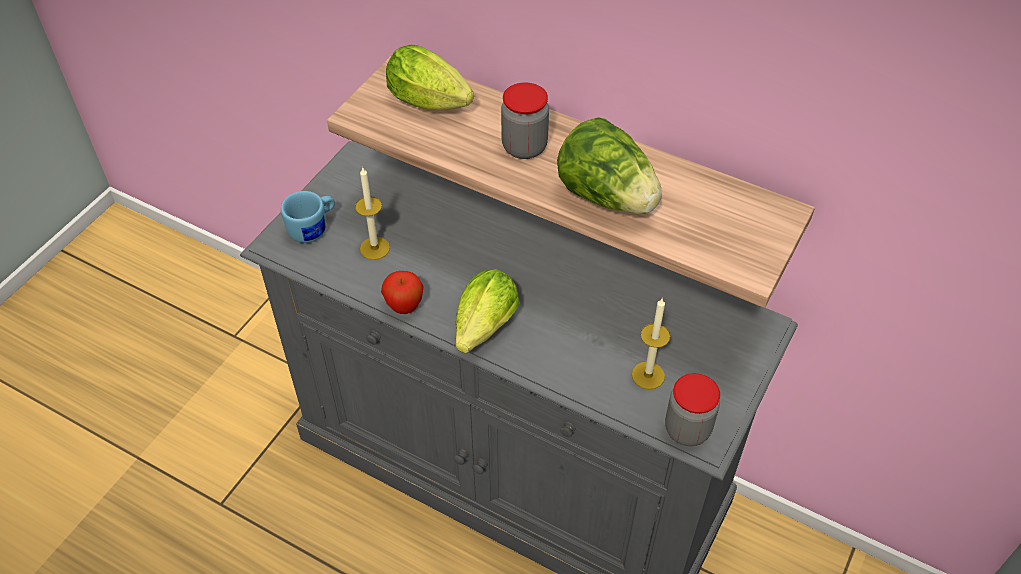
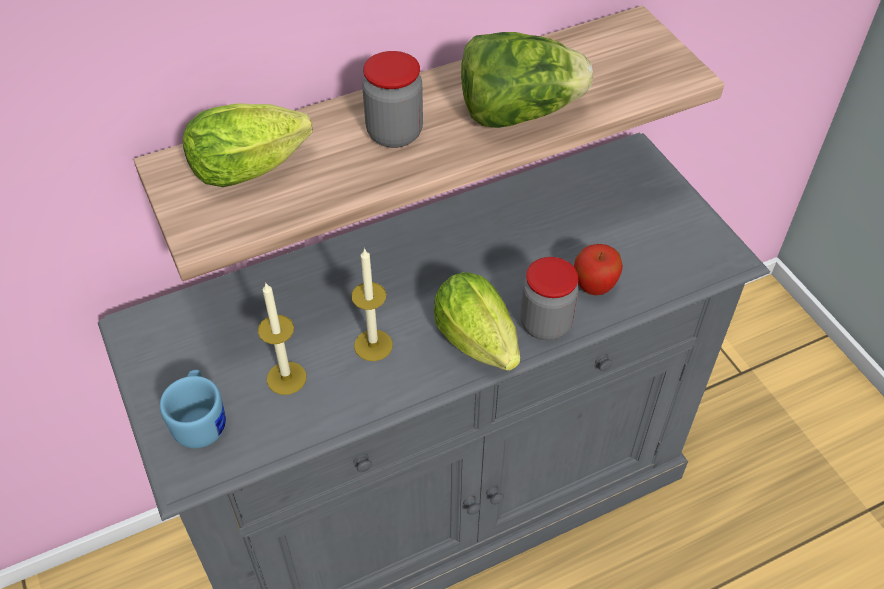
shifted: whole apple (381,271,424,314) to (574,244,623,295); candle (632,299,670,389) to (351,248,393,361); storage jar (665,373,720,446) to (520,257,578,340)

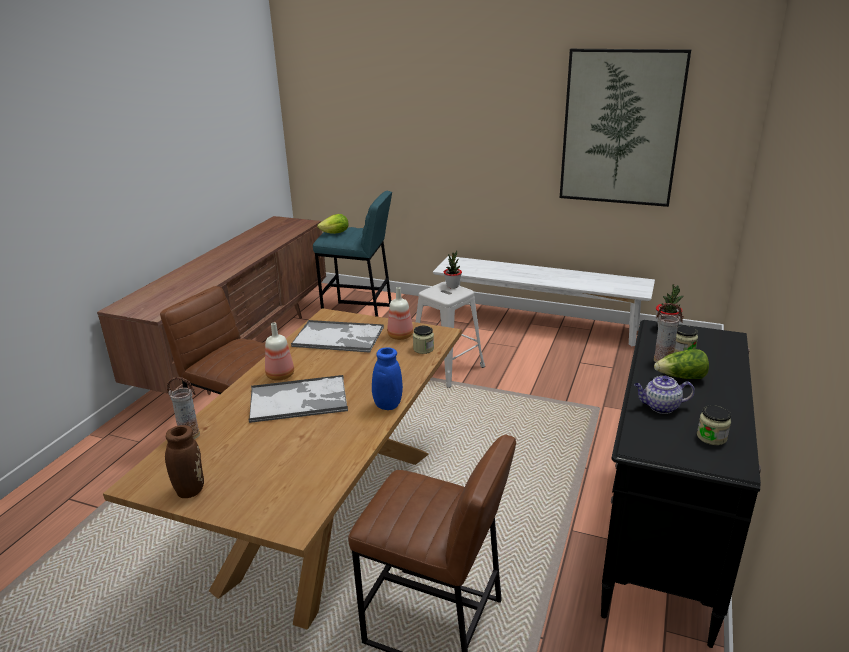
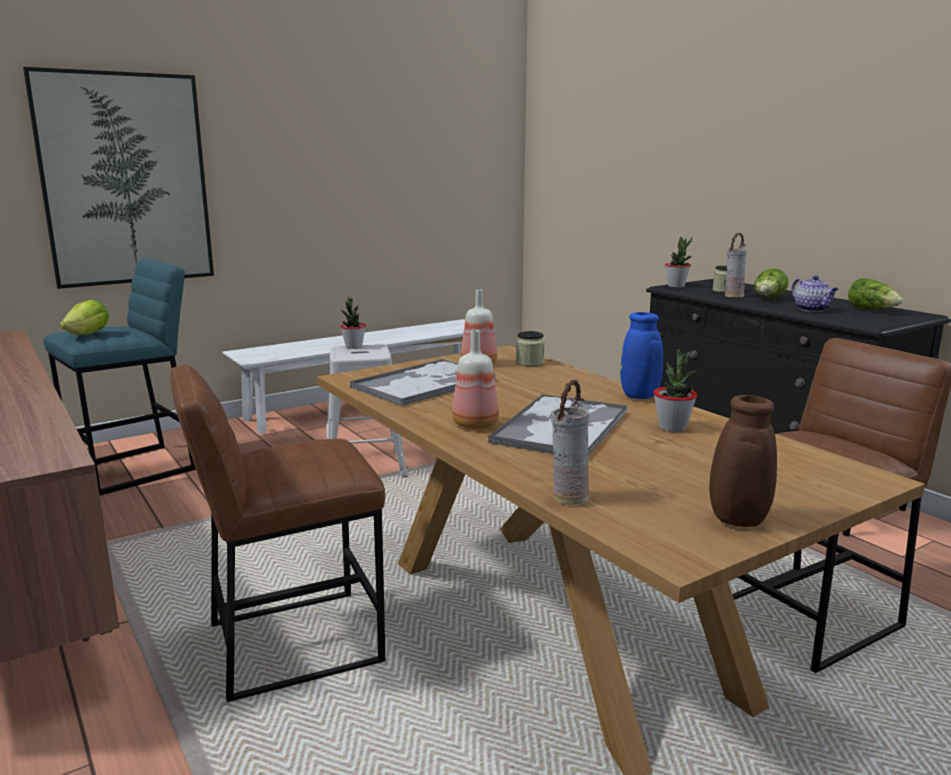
new: plant in a pot (653,349,697,432)
shifted: wall picture (560,49,691,207) to (23,67,214,289)
swapped: storage jar (697,405,731,445) to head of lettuce (848,278,903,309)
rotated: teapot (634,376,695,414) = (791,275,838,312) 60 degrees counterclockwise

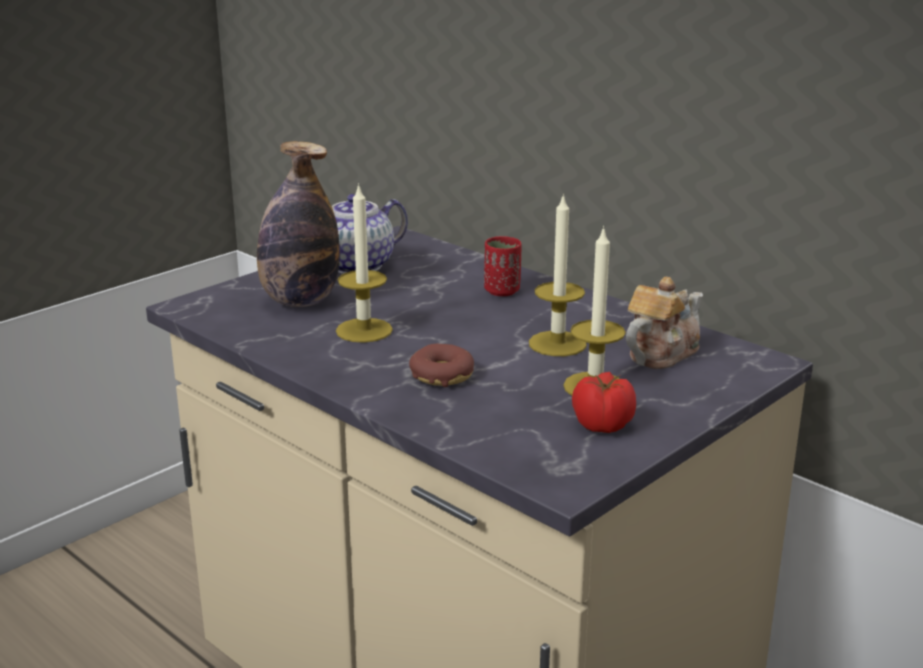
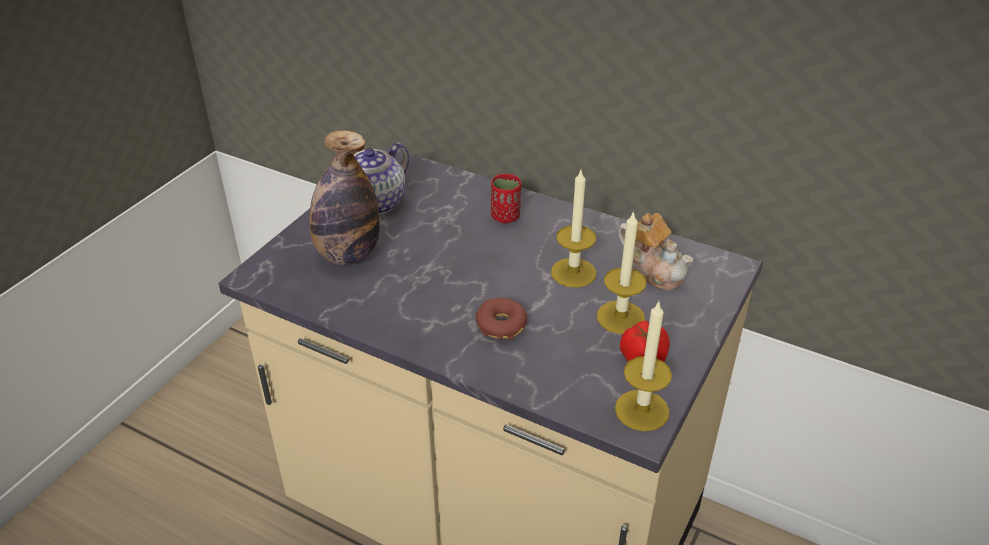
shifted: candle (336,183,393,343) to (615,300,672,431)
rotated: teapot (626,277,703,369) = (618,213,693,291) 105 degrees clockwise

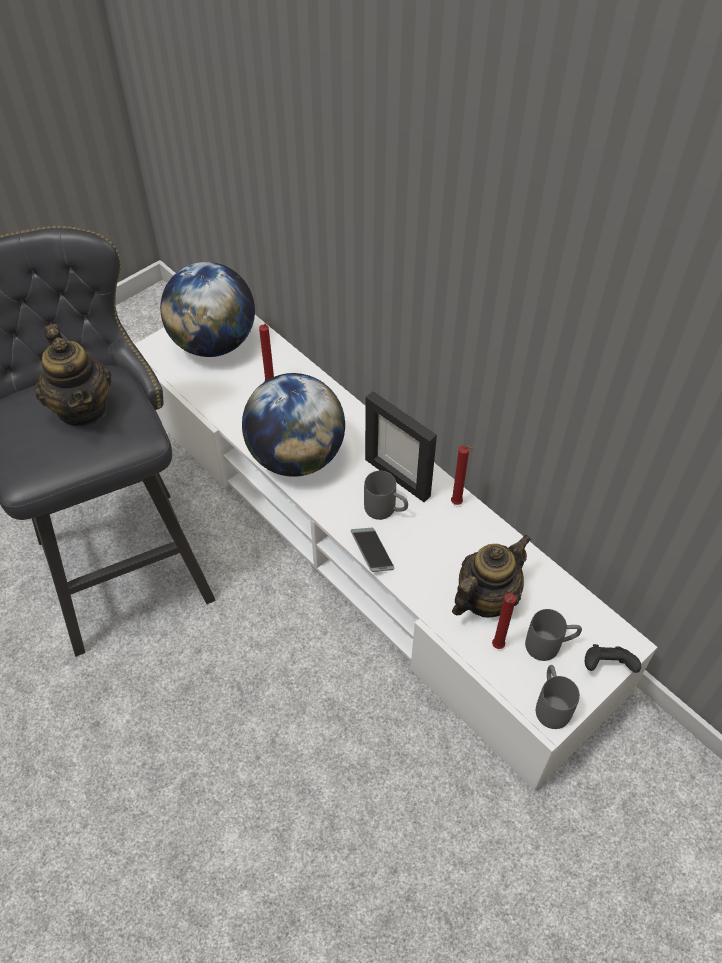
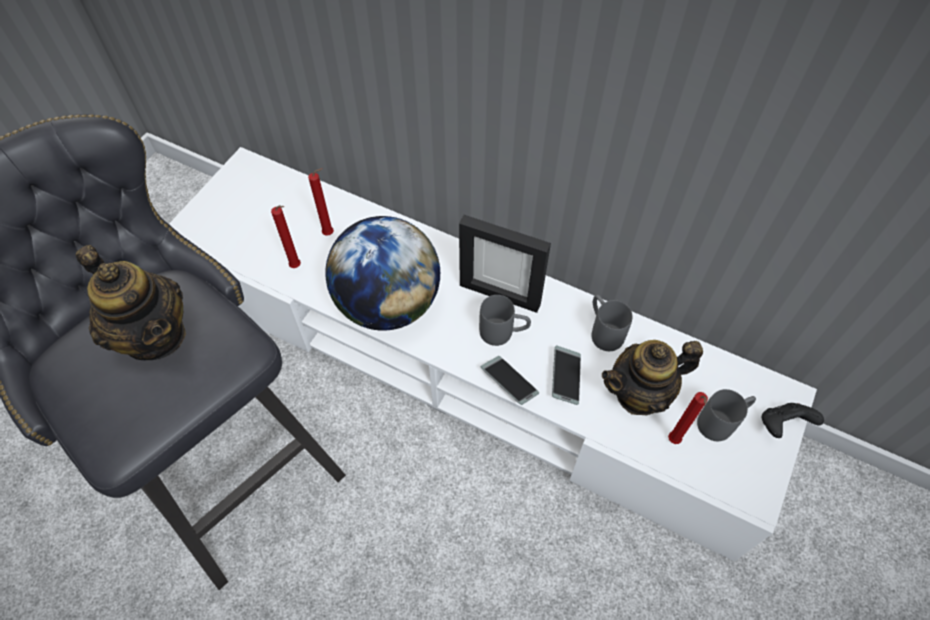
gone: globe (160,262,255,357)
new: telephone (552,345,581,405)
shifted: red-coloured candle (451,445,474,505) to (271,205,301,268); greyish tea mug (536,665,580,729) to (592,295,633,351)
rotated: teapot (452,535,532,617) = (602,340,703,416) 135 degrees counterclockwise

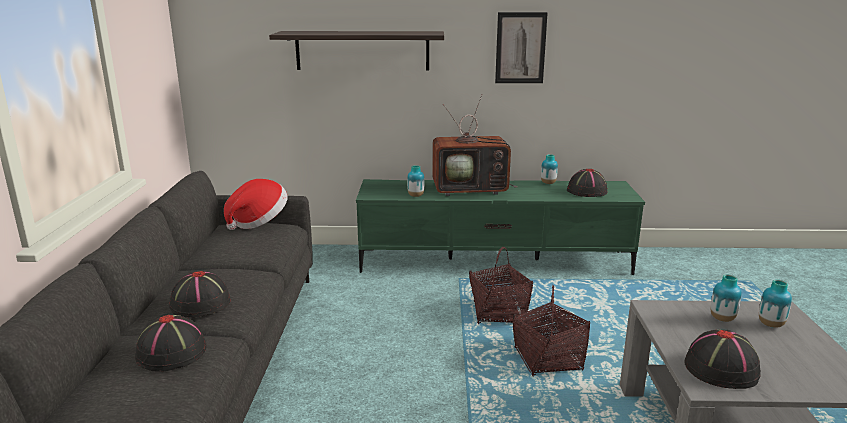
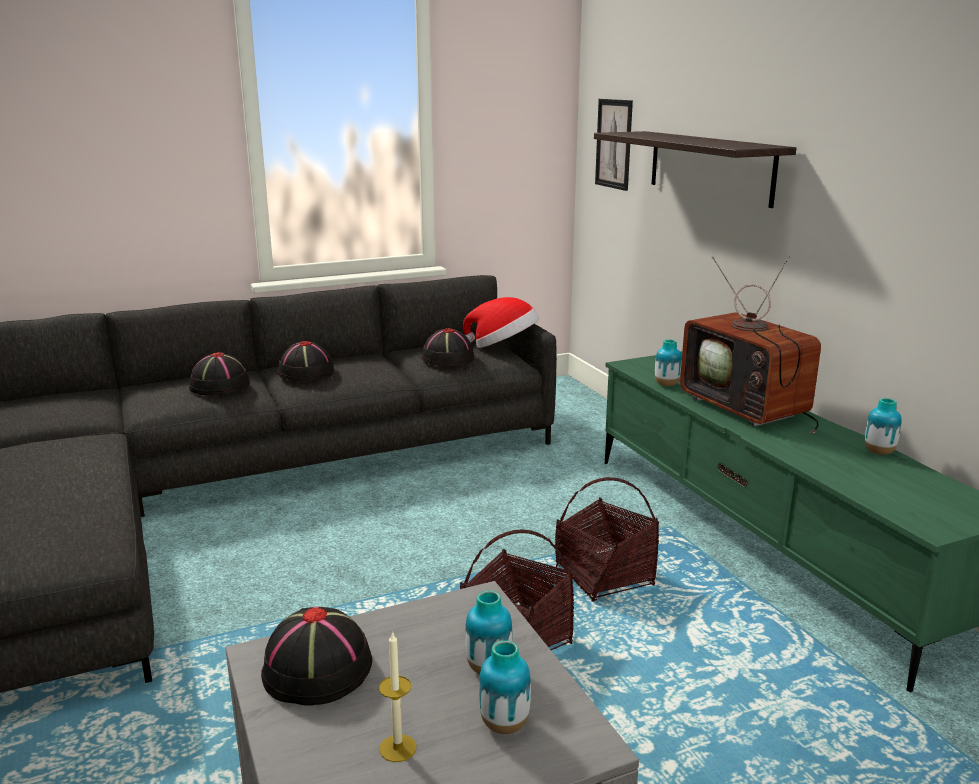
new: candle (379,631,416,762)
shifted: wall picture (495,12,548,83) to (595,99,633,191); black-coloured clothing hat (567,168,608,197) to (421,328,474,367)

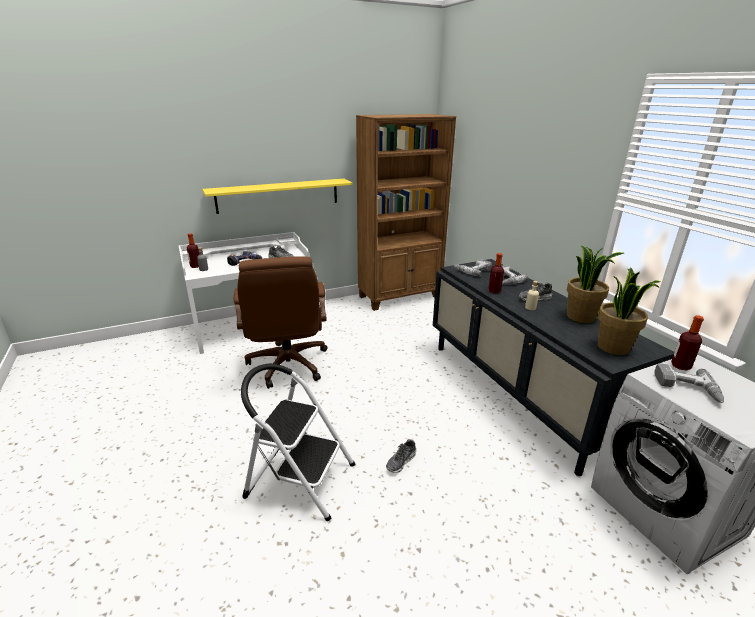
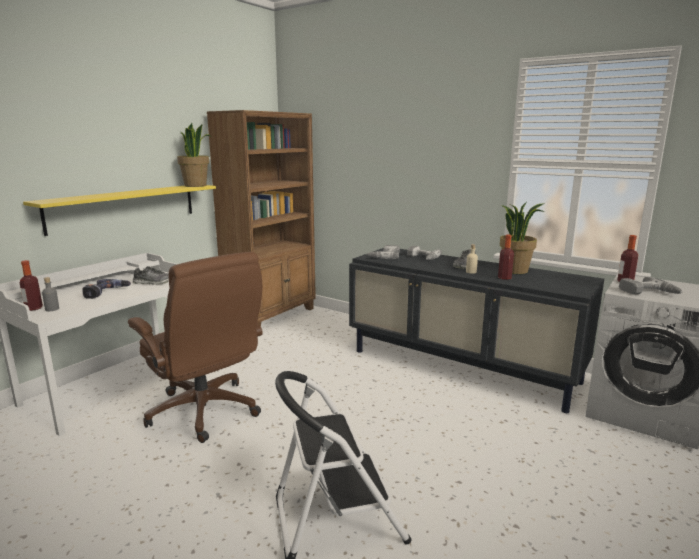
gone: item of footwear (386,439,417,473)
shifted: drink bottle (488,253,504,294) to (498,235,514,280); plant in a pot (598,267,661,355) to (177,123,210,187)

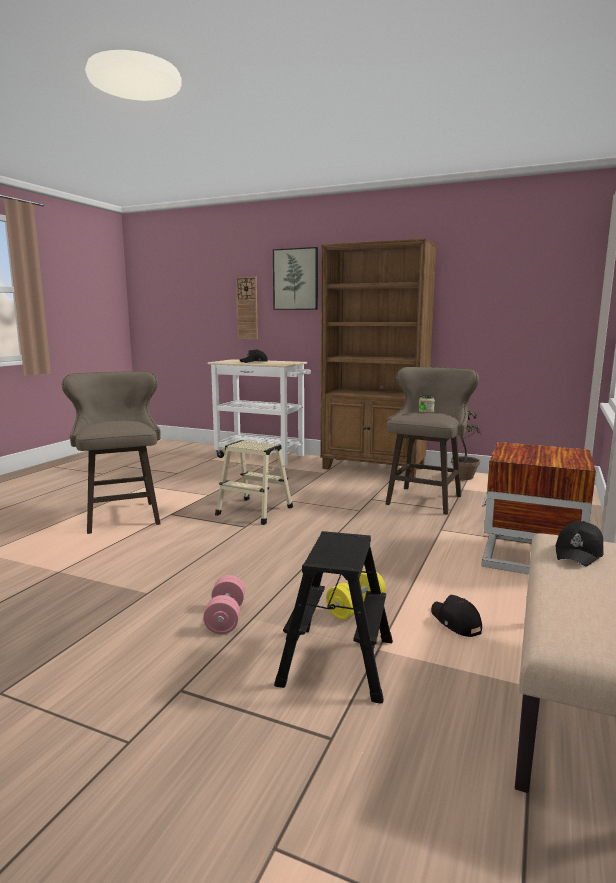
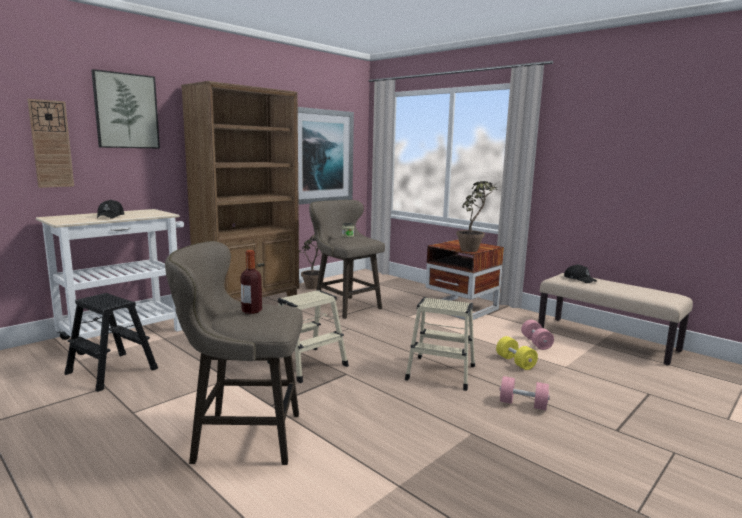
new: drink bottle (240,250,262,314); wall picture (298,107,354,205); beige step ladder (405,297,475,391); plant in a pot (456,181,497,252)
shifted: black-coloured step ladder (274,531,393,704) to (64,293,158,392)
swapped: black-coloured baseball cap (431,595,482,637) to pink hand weight (521,320,554,350)

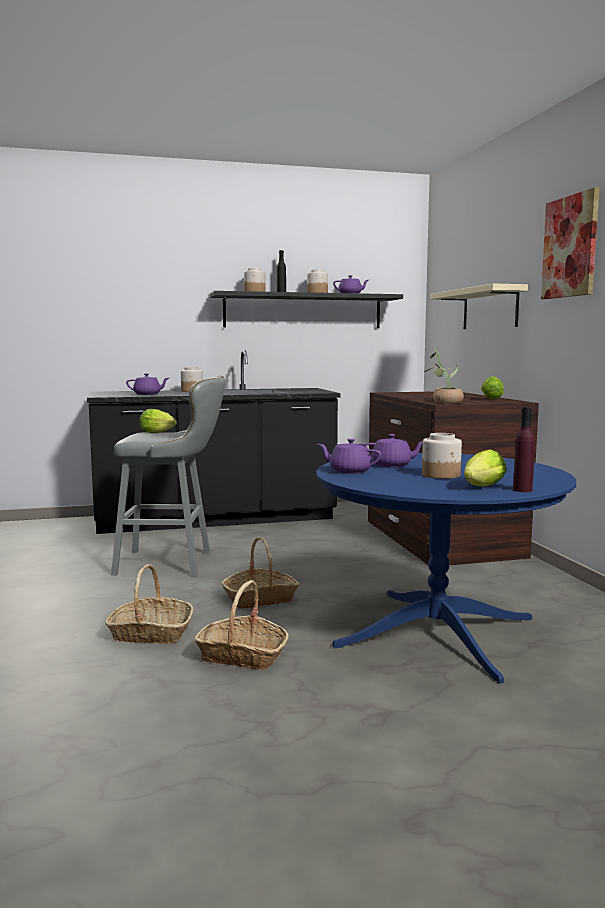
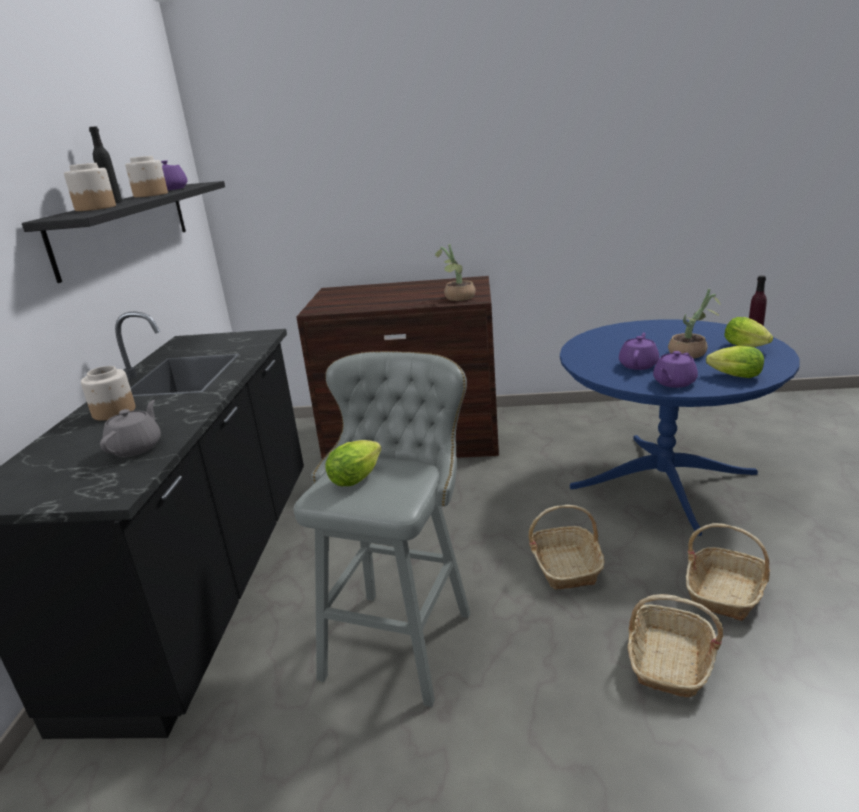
gone: beige shelf (430,283,528,329); wall picture (541,187,599,299)
shifted: head of lettuce (481,376,504,400) to (706,346,764,378)
swapped: storage jar (422,433,462,479) to plant in a pot (668,289,721,359)
repainted: purple-coloured teapot (126,373,169,395) to greyish teapot (100,400,161,457)

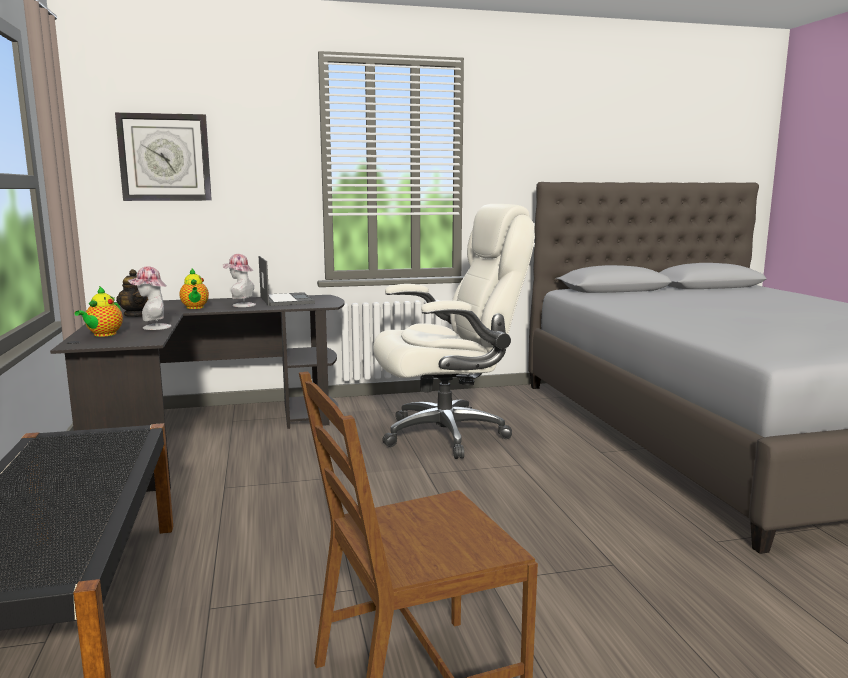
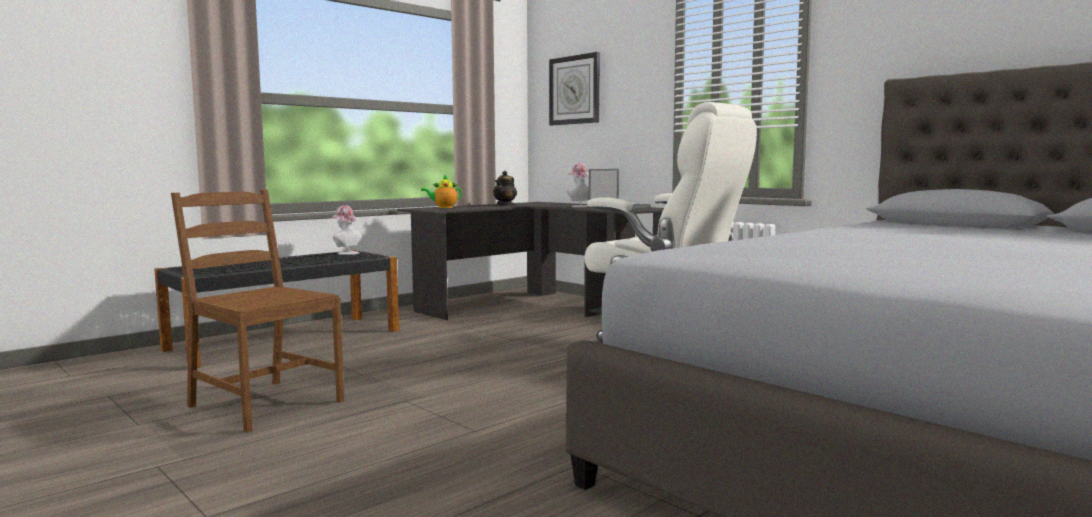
gone: teapot (179,268,209,309)
shifted: clothing hat (128,266,172,330) to (332,205,362,255)

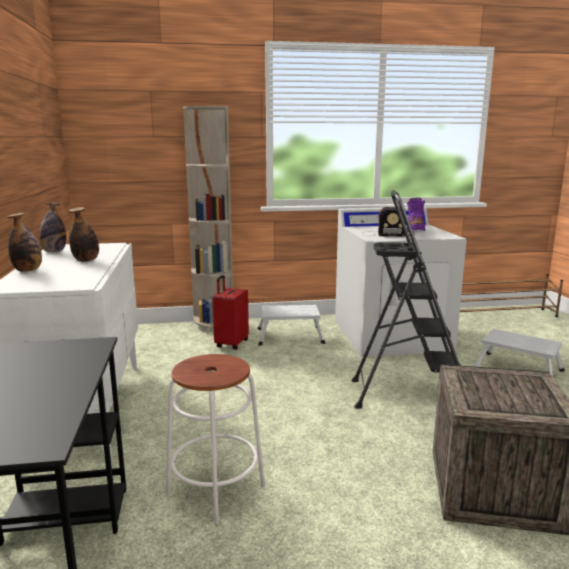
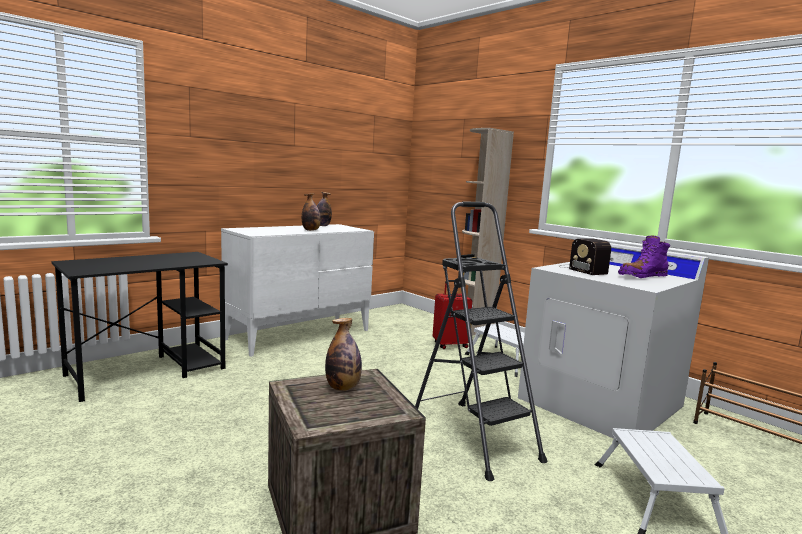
gone: white-coloured stool seat (166,354,265,525)
shifted: drink bottle (7,213,42,272) to (325,318,362,391)

